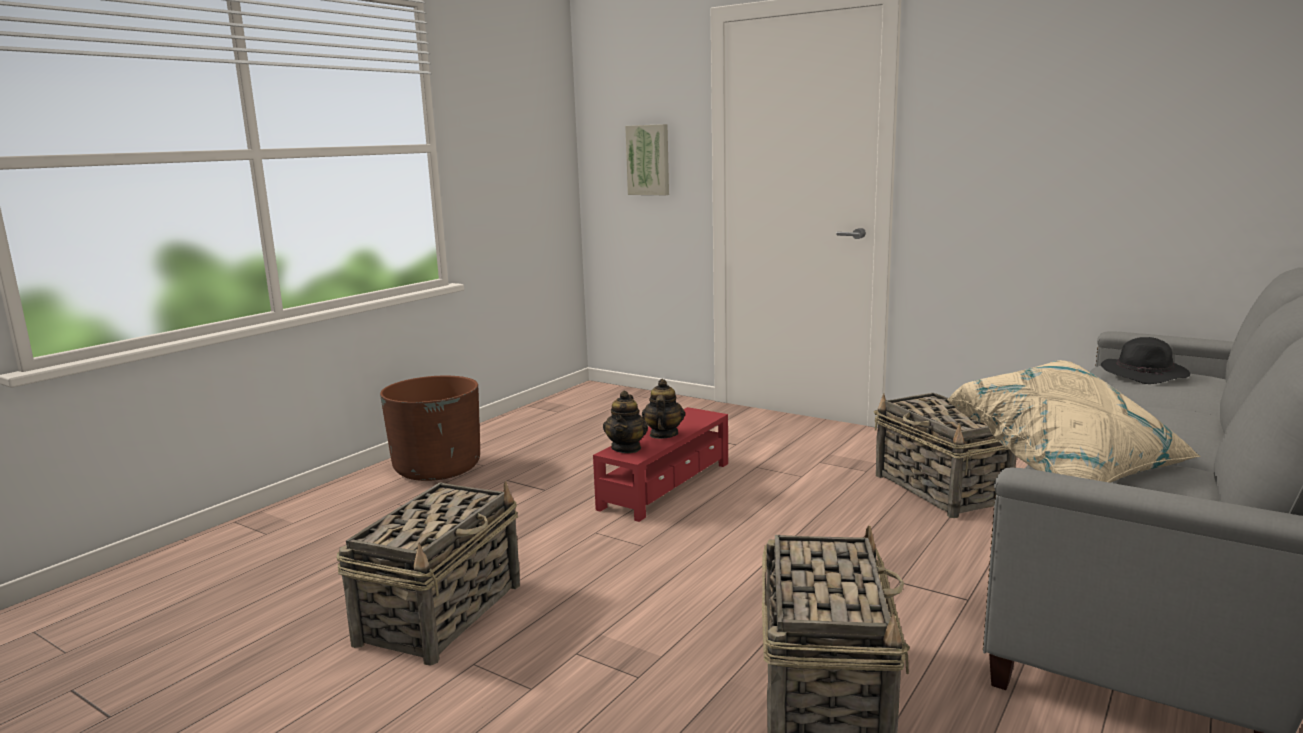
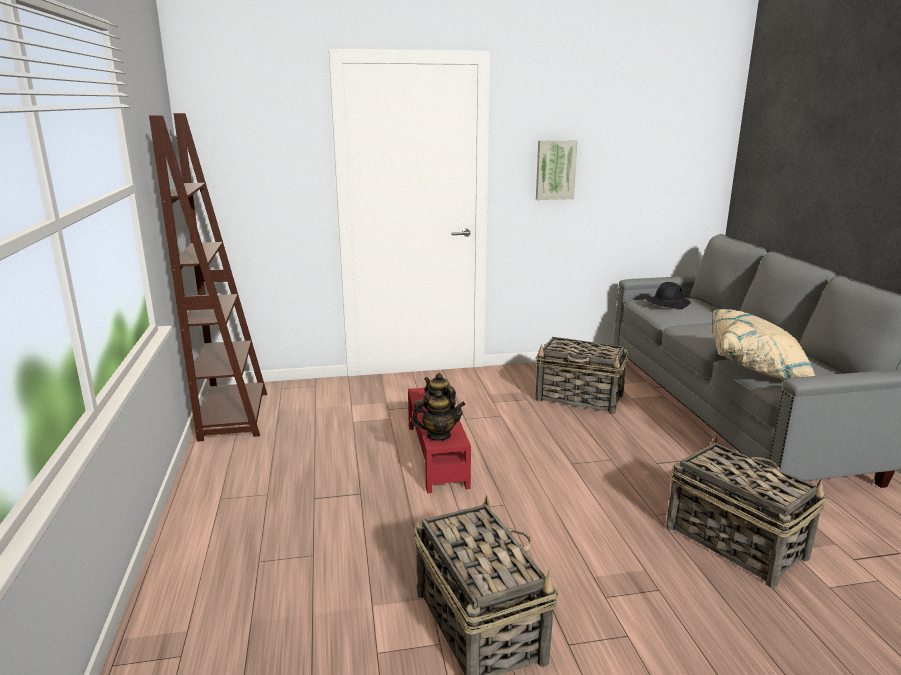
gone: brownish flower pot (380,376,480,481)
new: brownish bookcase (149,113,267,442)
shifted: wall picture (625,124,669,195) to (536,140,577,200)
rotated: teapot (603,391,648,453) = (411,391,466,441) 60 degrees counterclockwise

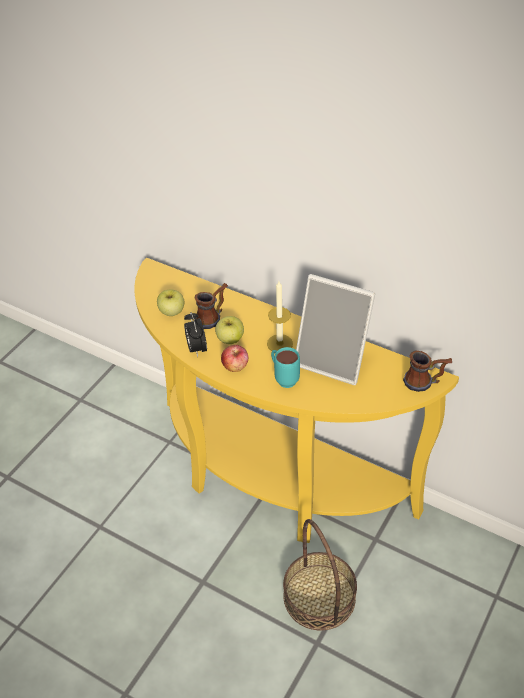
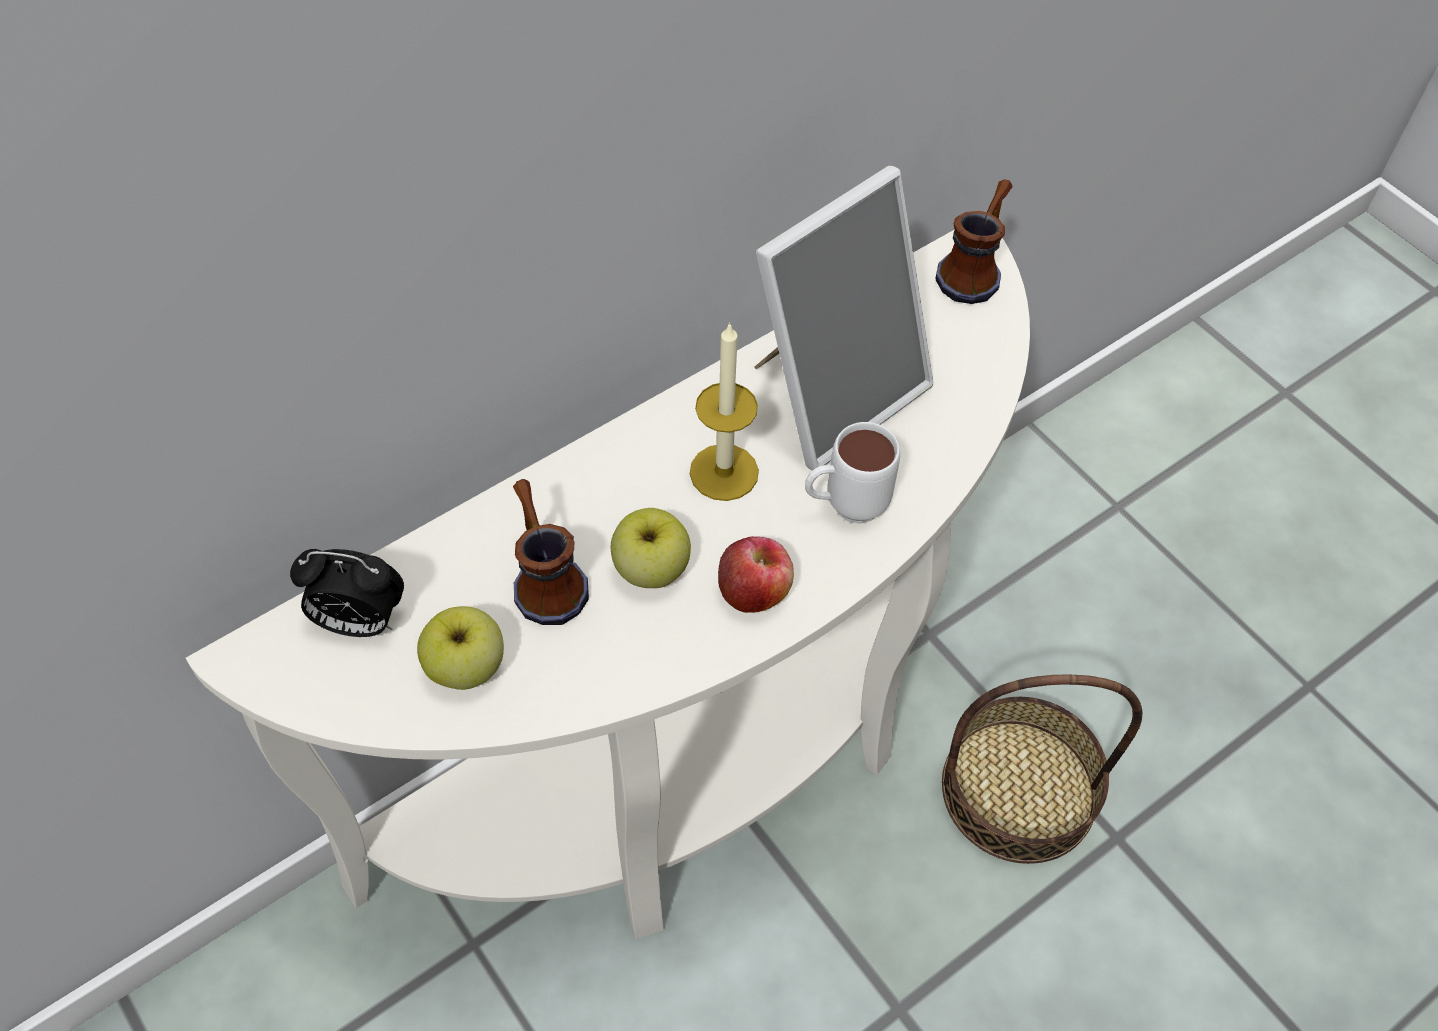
shifted: table clock (184,312,207,357) to (290,549,404,637)
repainted: yellowish narrow table (134,257,459,543) to white-coloured narrow table (186,230,1030,939); turquoise tea mug (271,347,300,388) to white-coloured tea mug (805,422,900,524)

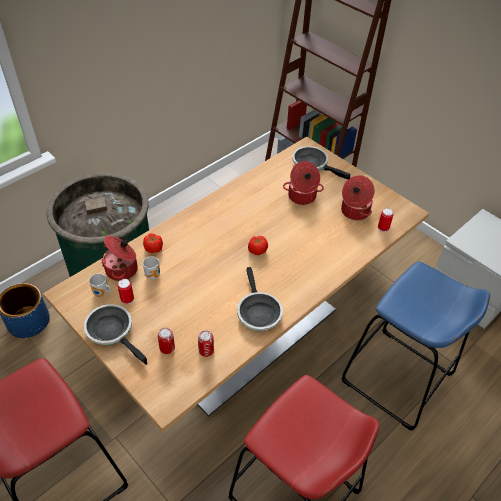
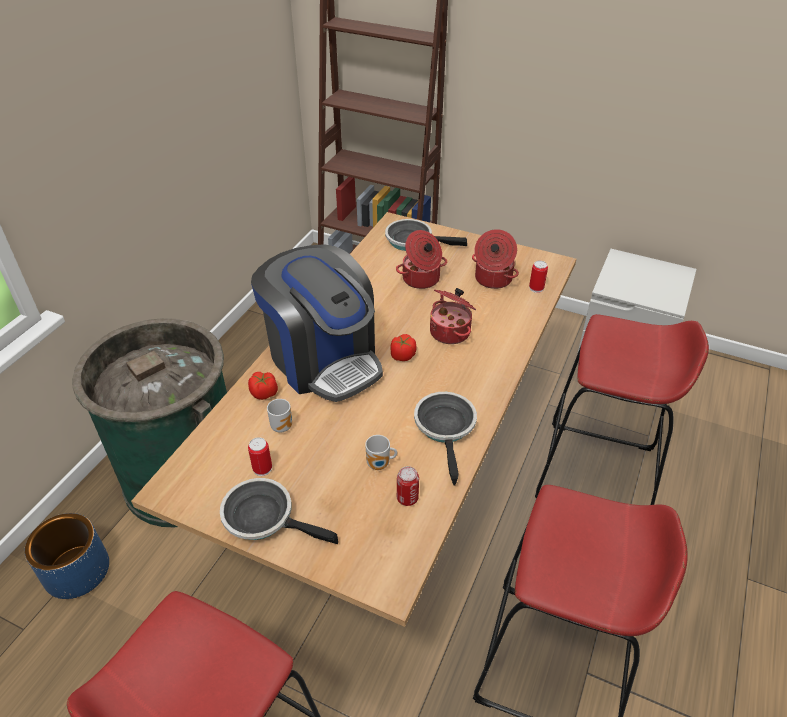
gone: can (158,328,175,354)
new: coffee brewer (251,244,383,402)
shifted: tea mug (89,273,111,297) to (365,435,397,470); saucepot (102,236,138,281) to (430,288,476,344)
repainted: blue-coloured stool seat (341,262,490,431) to red-coloured stool seat (535,314,709,505)
rotated: pan (237,267,283,331) = (414,392,477,486) 150 degrees counterclockwise

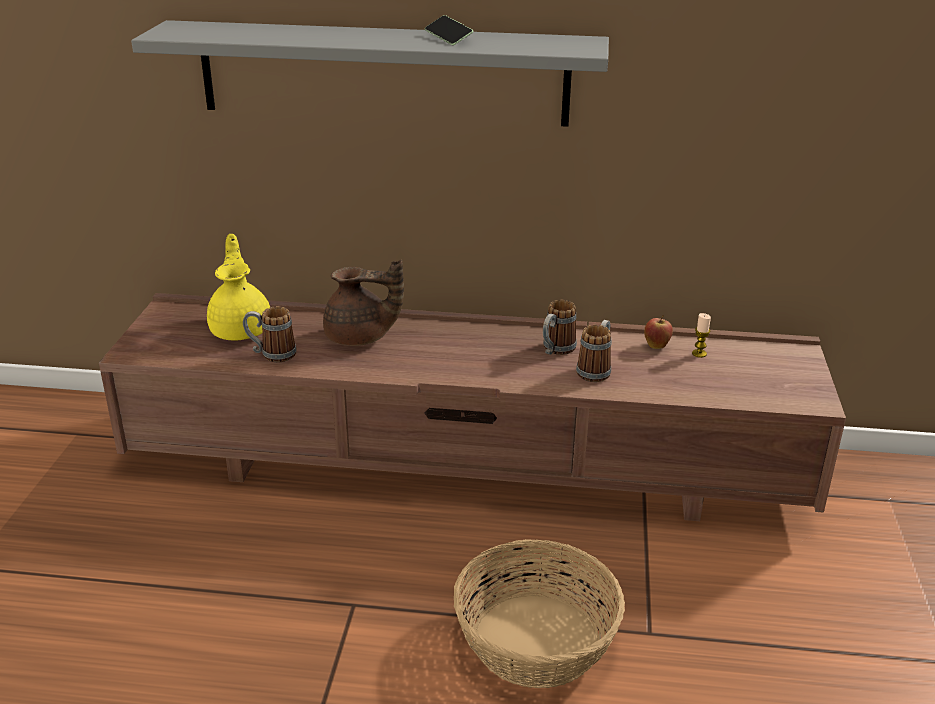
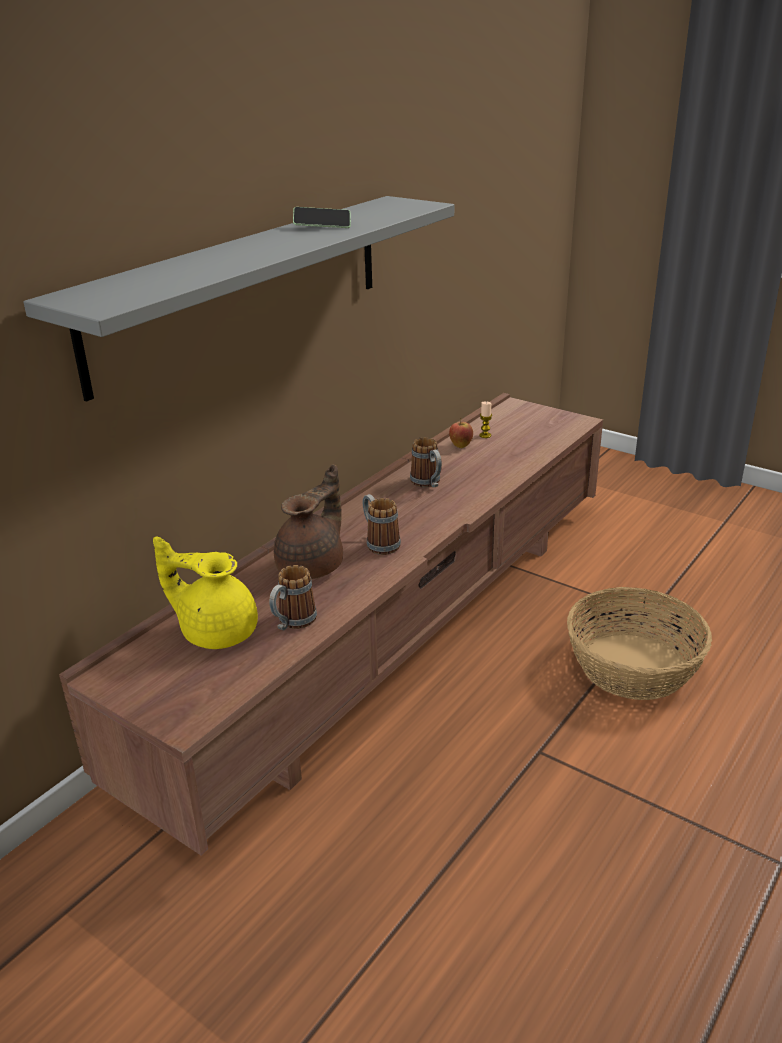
shifted: tea mug (576,320,611,382) to (363,494,401,555)

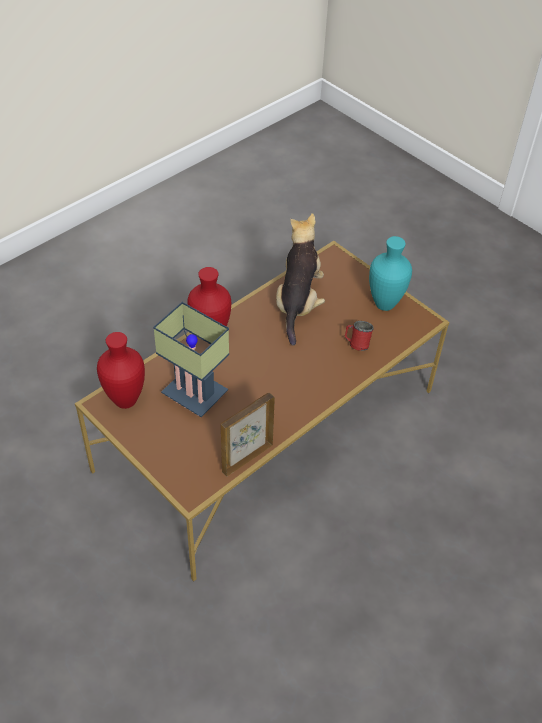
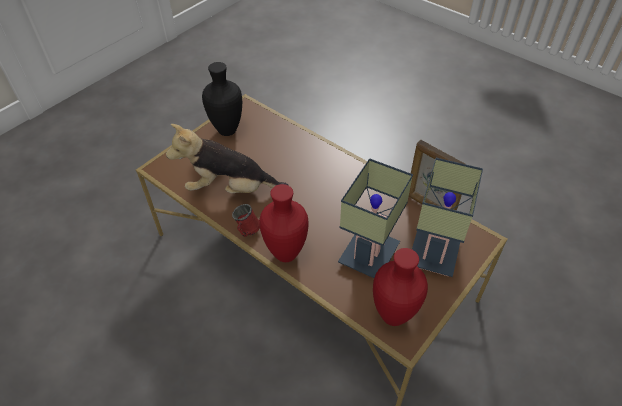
new: tabletop lamp (412,158,483,277)
shifted: red-coloured tea mug (345,321,374,351) to (232,204,260,237)
repainted: turquoise flower vase (369,236,412,311) to black-coloured flower vase (202,62,242,136)

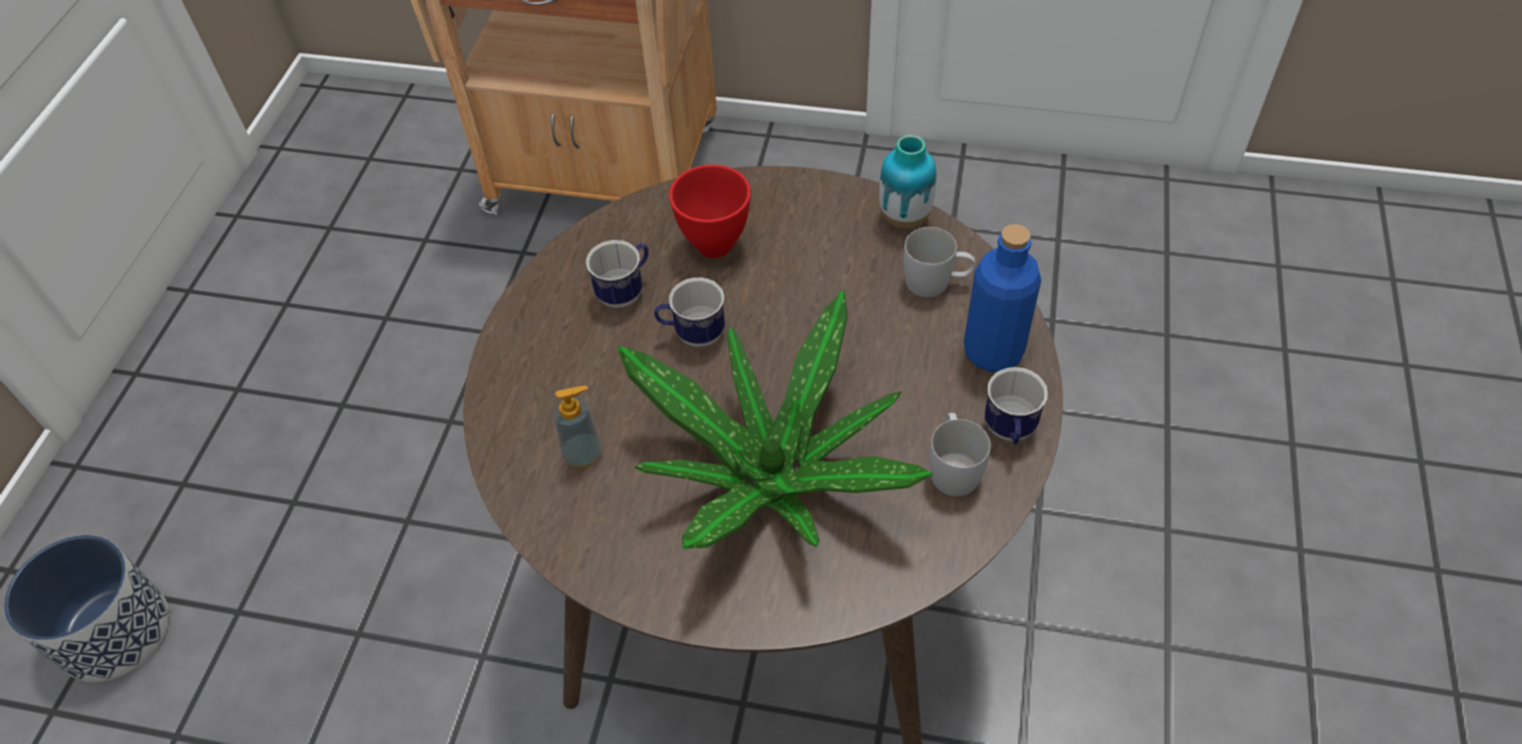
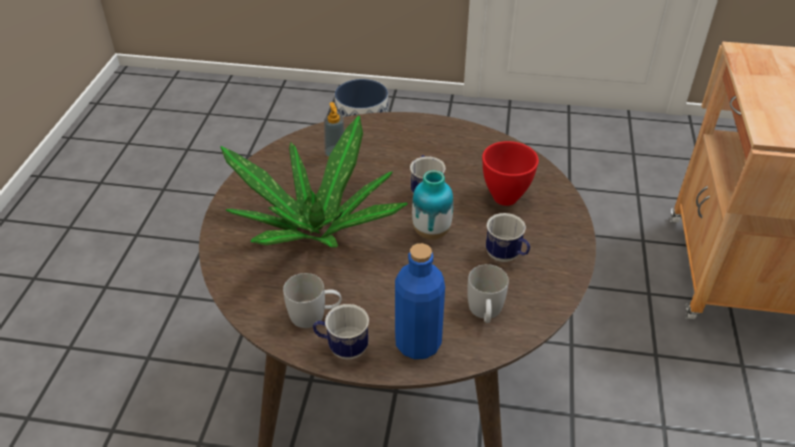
shifted: tea mug (586,240,649,308) to (486,213,530,262); flower vase (879,135,936,229) to (412,170,453,240)

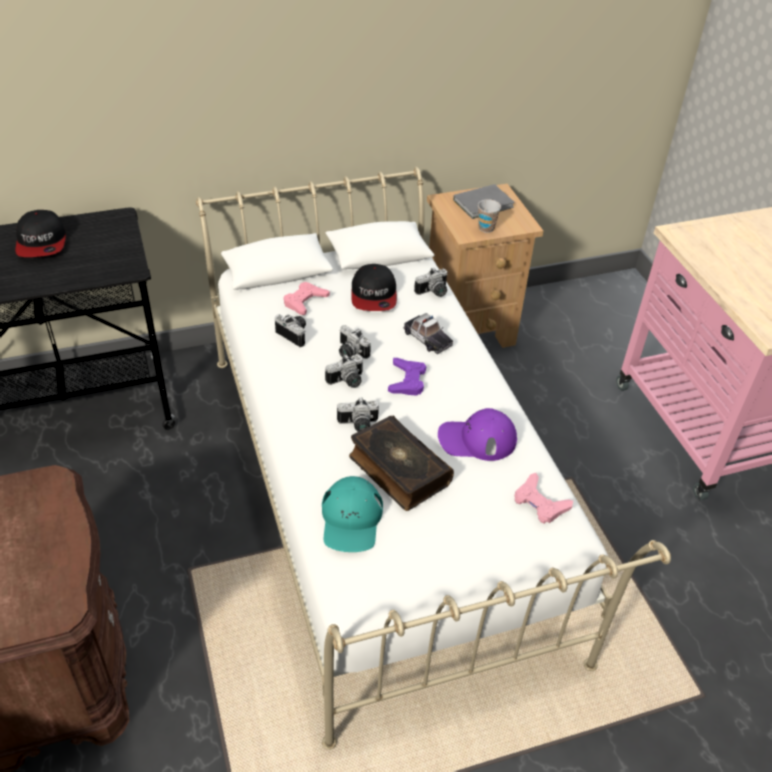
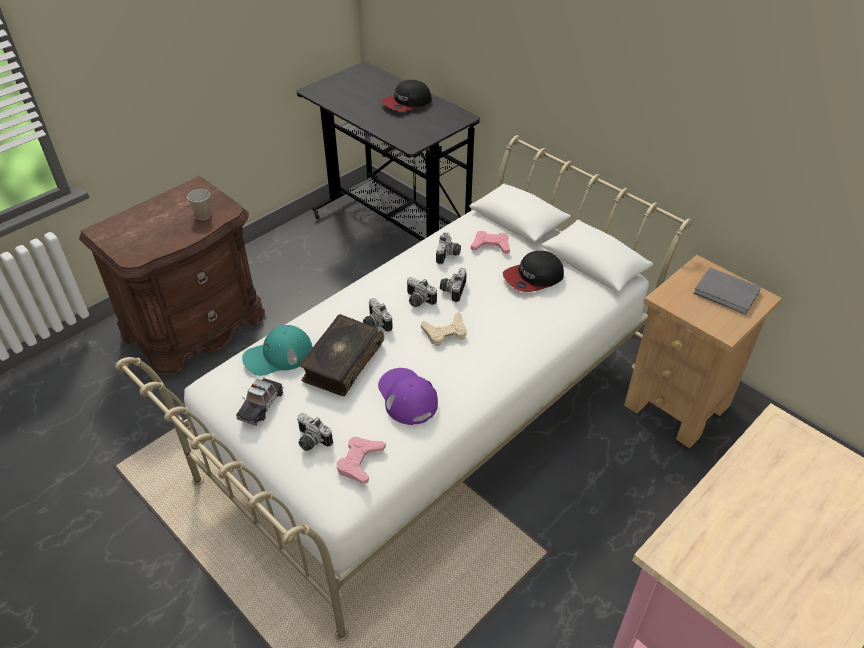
shifted: model car (403,313,453,354) to (236,378,283,426); photo camera (414,267,448,297) to (297,413,333,451); small cup (478,199,501,233) to (187,189,211,220)
repainted: purple-coloured game controller (388,358,426,396) to beige game controller (421,312,467,346)

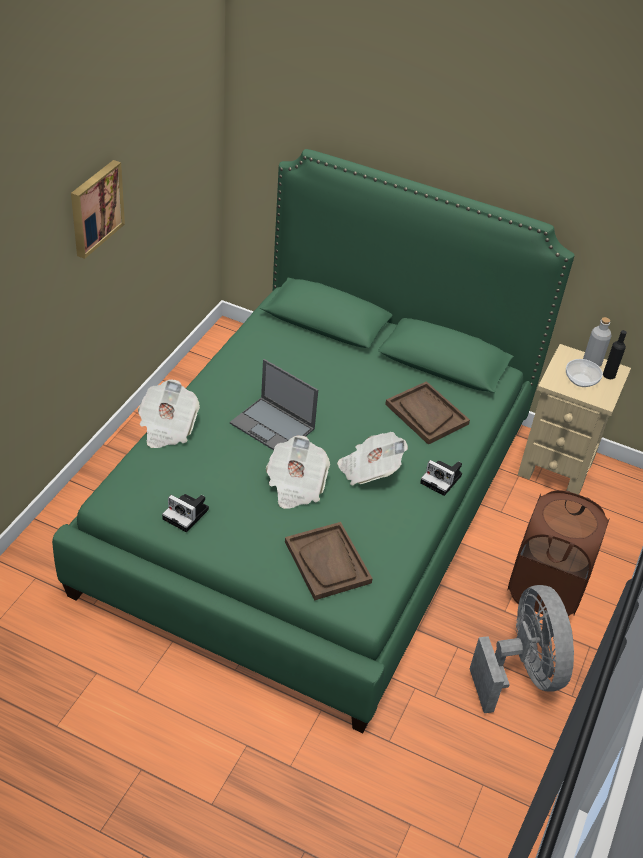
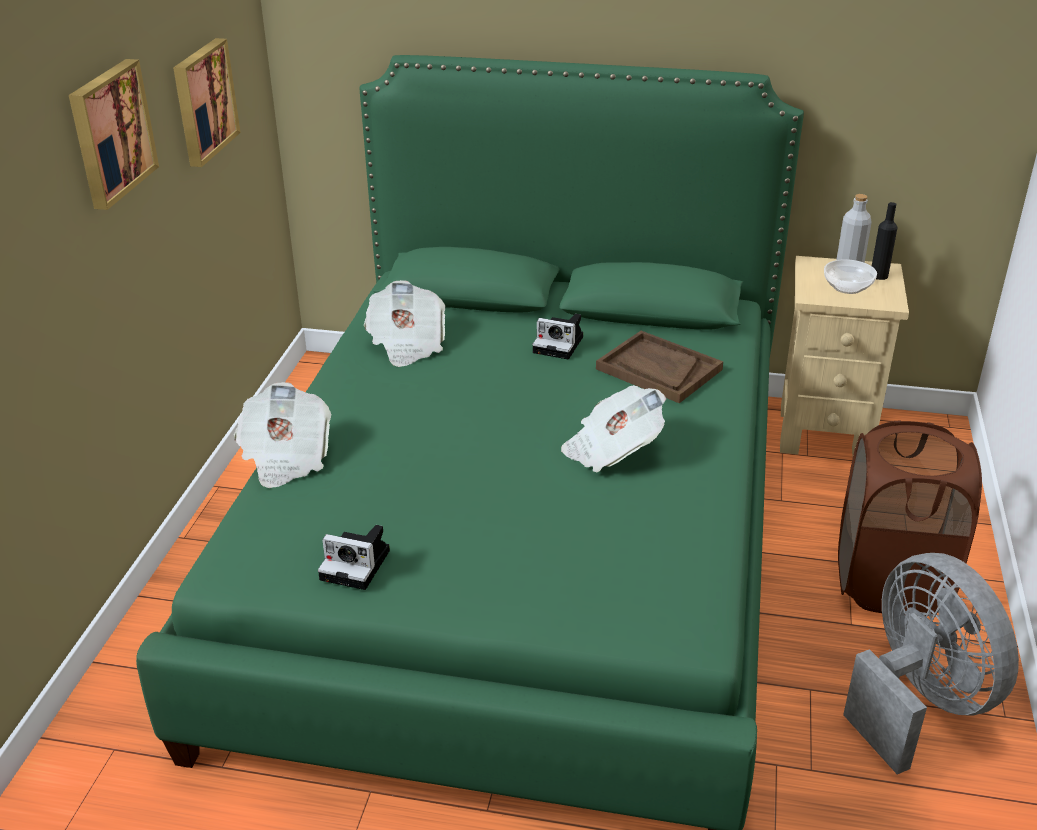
gone: notebook computer (230,359,318,450); brownish serving tray (285,522,373,600)
new: wall picture (173,38,241,167)
shifted: printed paper (266,435,330,509) to (364,280,445,367); photo camera (420,460,462,496) to (533,314,583,359)

